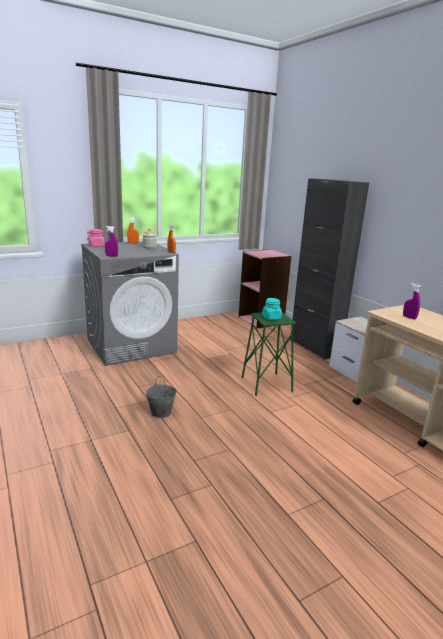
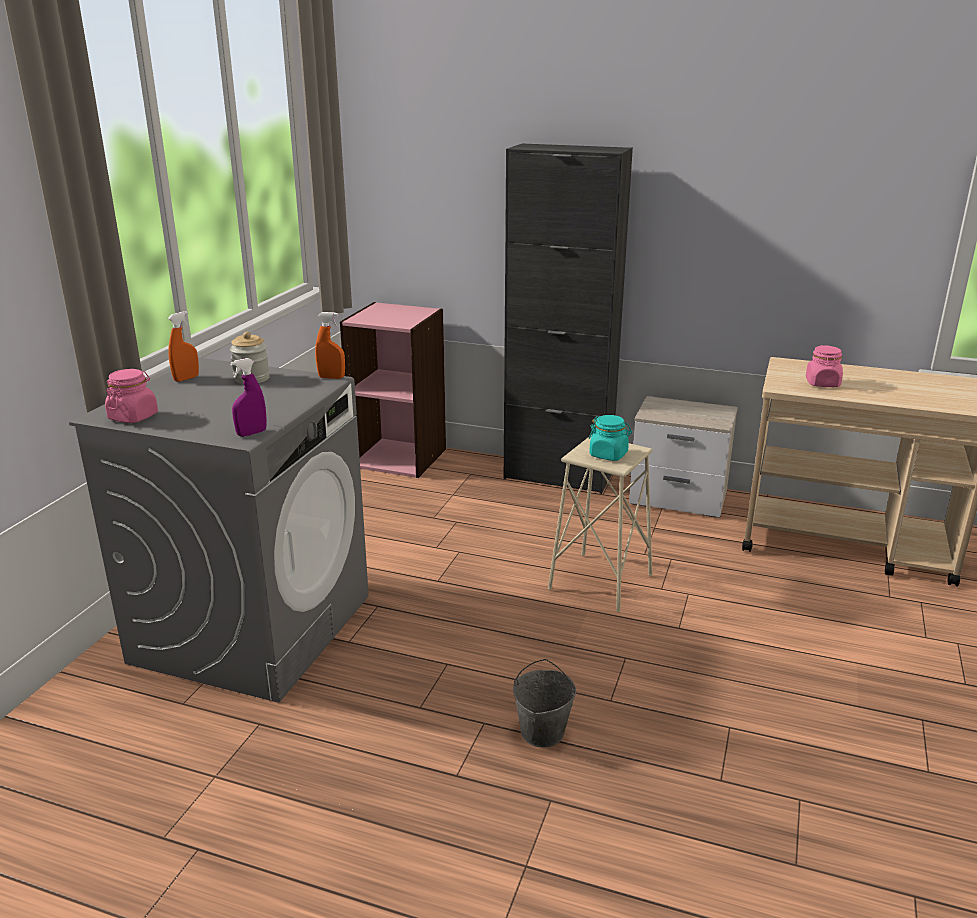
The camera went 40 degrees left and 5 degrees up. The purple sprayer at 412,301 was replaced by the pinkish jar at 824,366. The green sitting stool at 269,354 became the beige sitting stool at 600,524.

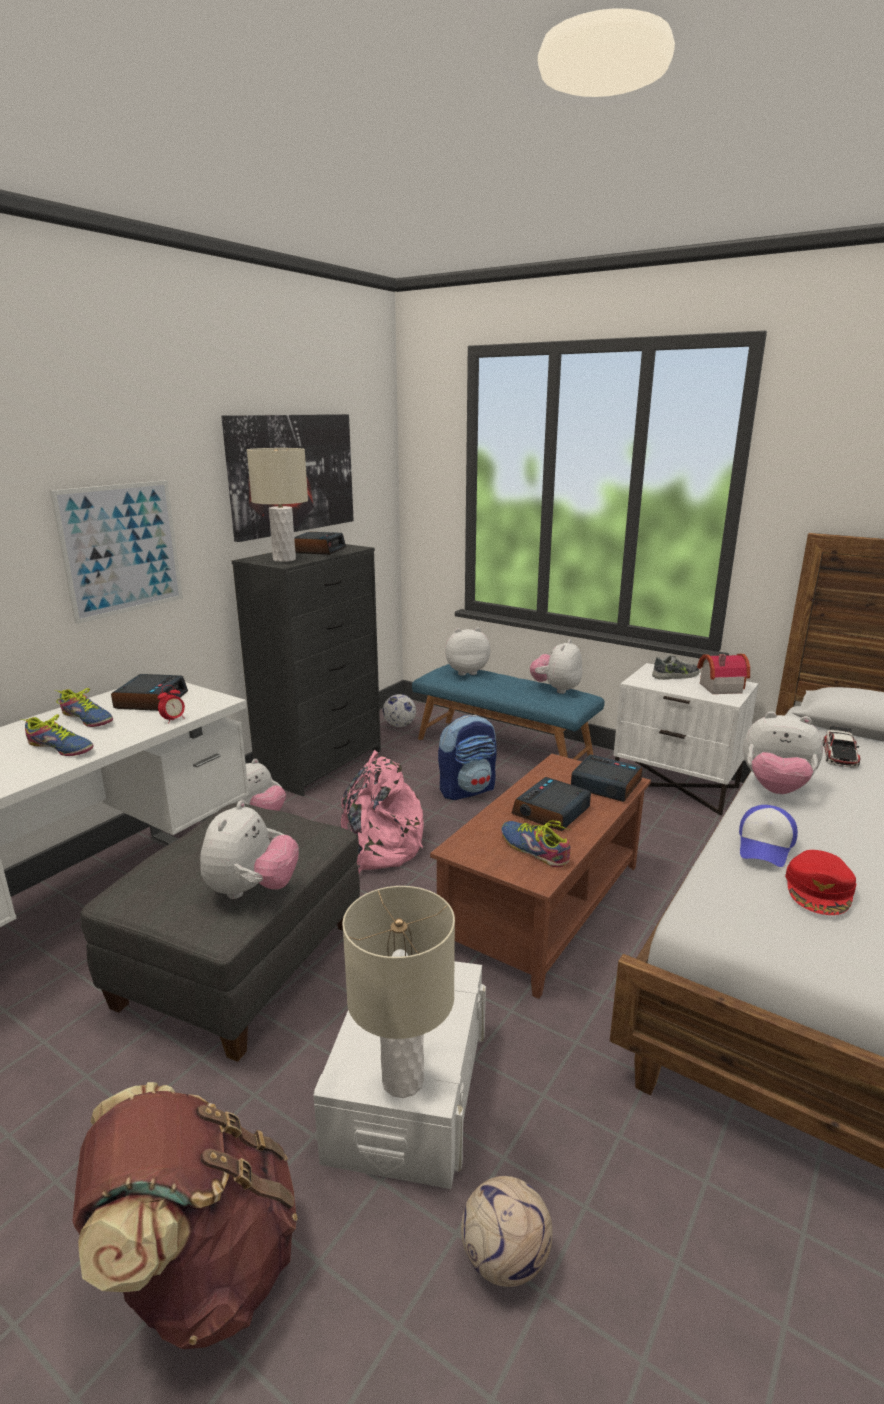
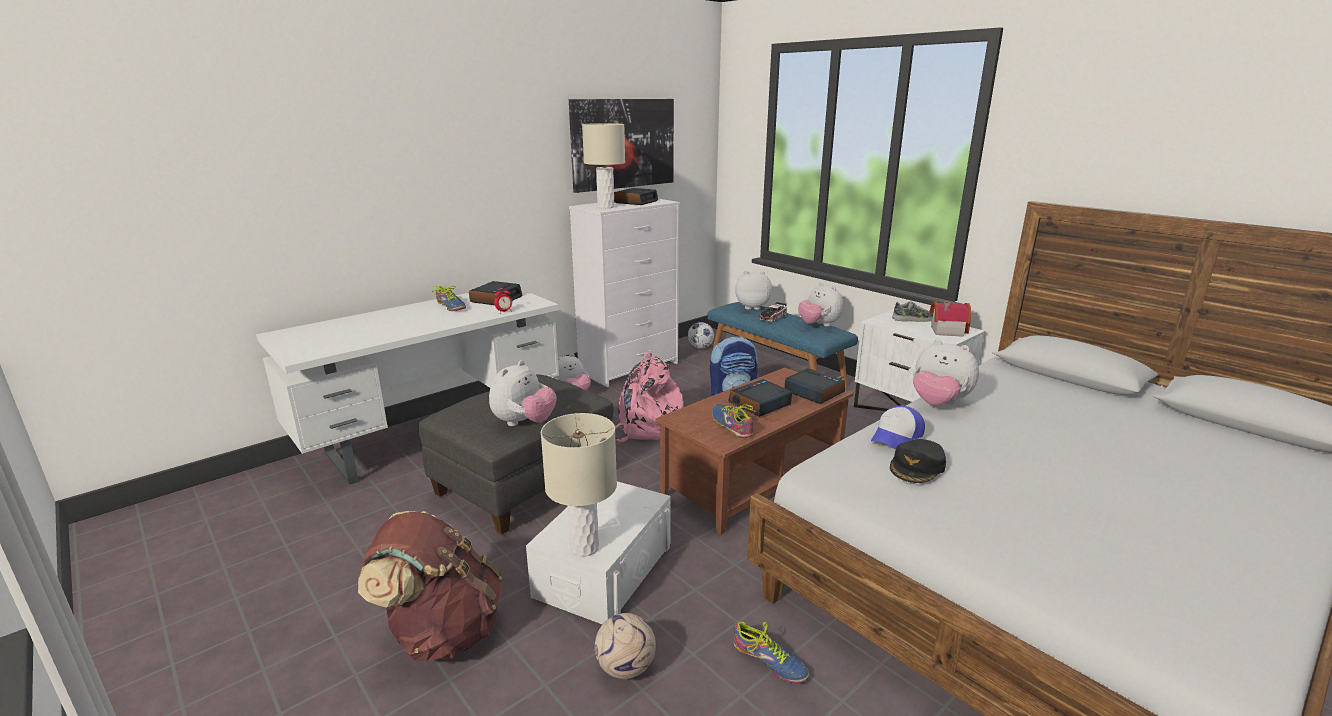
The camera went 15 degrees right and 0 degrees up. The wall picture at 116,552 disappeared. The black drawer chest at 306,670 became the white drawer chest at 624,293. The soft toy at 556,666 turned 75 degrees counterclockwise. The shoe moved from 56,735 to 771,652. The toy car moved from 841,747 to 773,312. The red baseball cap at 820,882 became the black baseball cap at 918,461.

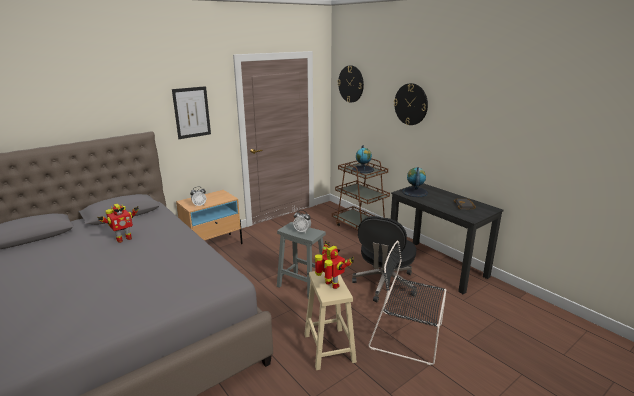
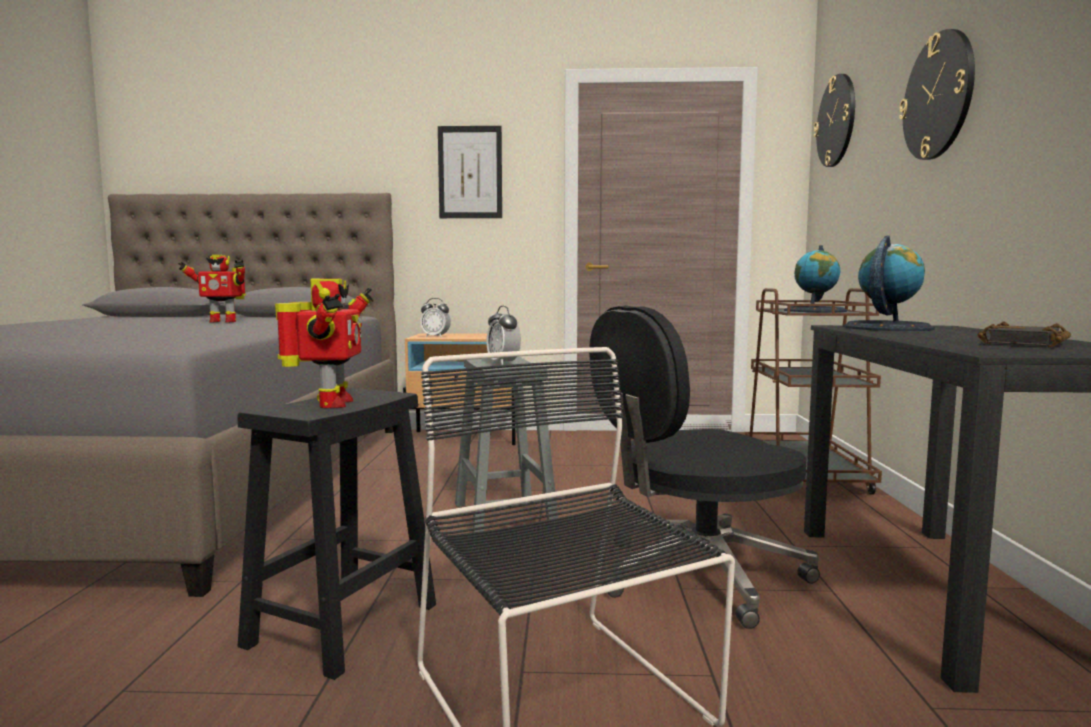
The camera went 40 degrees right and 15 degrees down. The beige sitting stool at 330,320 became the black sitting stool at 337,534.

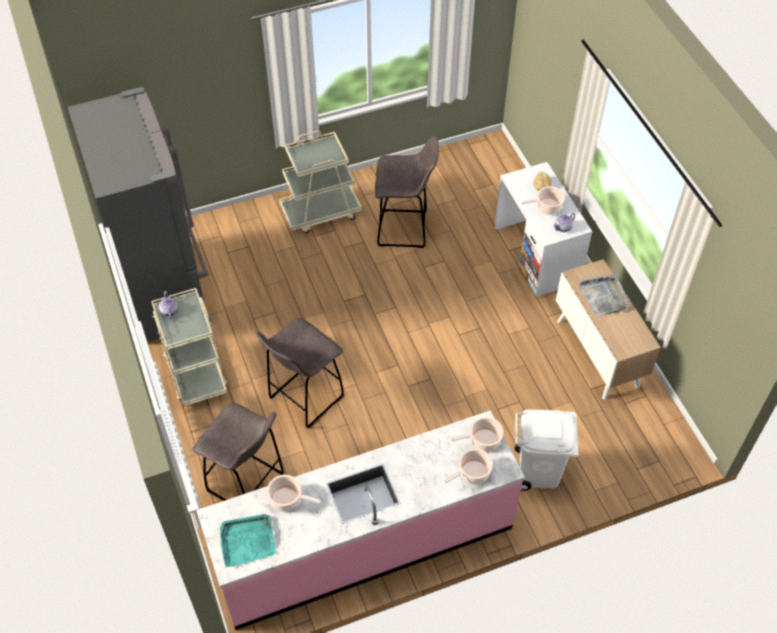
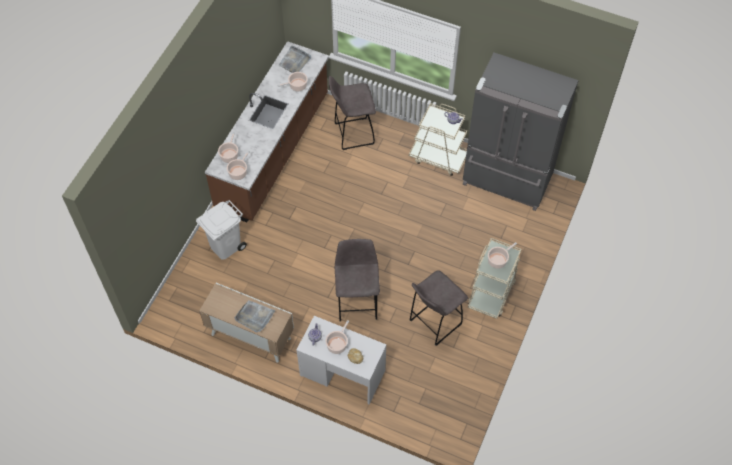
The camera went 135 degrees right and 5 degrees up. The greyish sitting stool moved from 300,373 to 357,280. The pinkish counter at 360,520 became the brownish counter at 267,132. The blue-green serving tray at 248,540 became the greyish serving tray at 294,59. The cooking pot at 502,255 appeared.

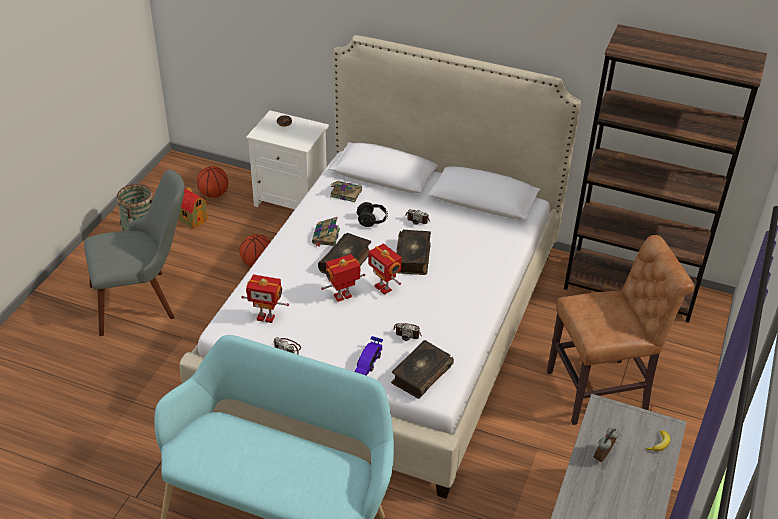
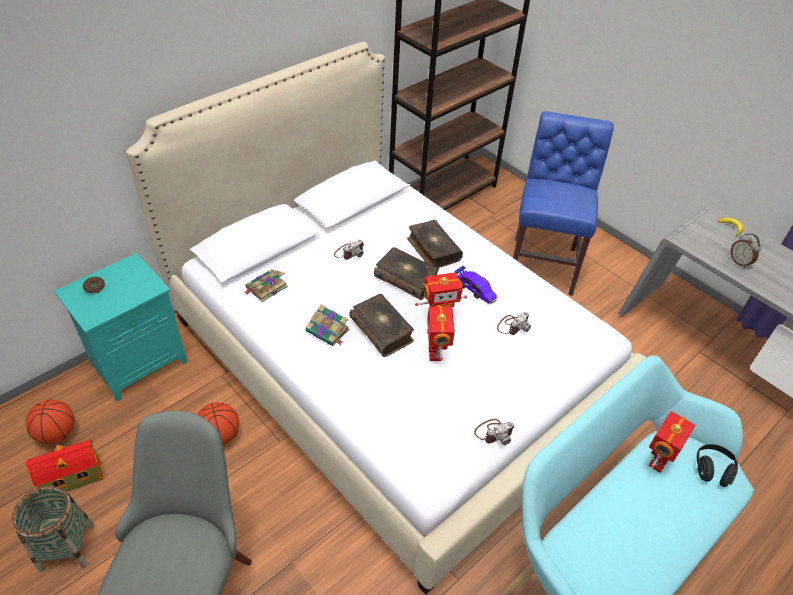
The camera went 65 degrees left and 5 degrees up. The white nightstand at 287,159 became the blue-green nightstand at 120,327. The black pair of headphones moved from 372,214 to 717,465. The brownish plain chair at 621,330 became the blue plain chair at 563,203. The toy robot moved from 265,299 to 672,442. The toy car moved from 369,356 to 476,285. The bound book moved from 422,369 to 435,244.

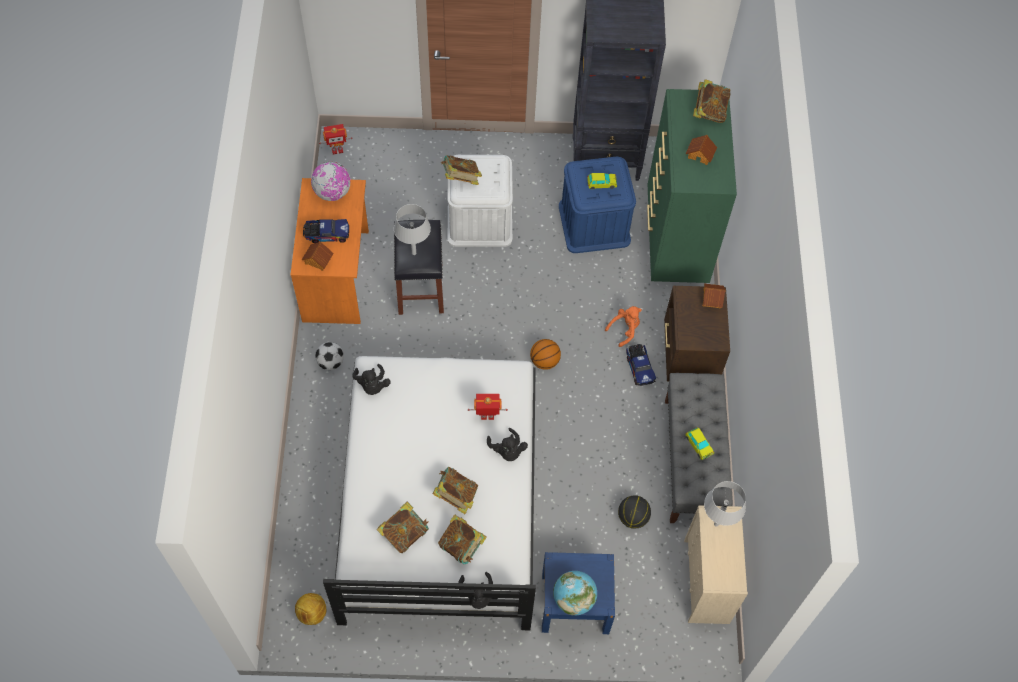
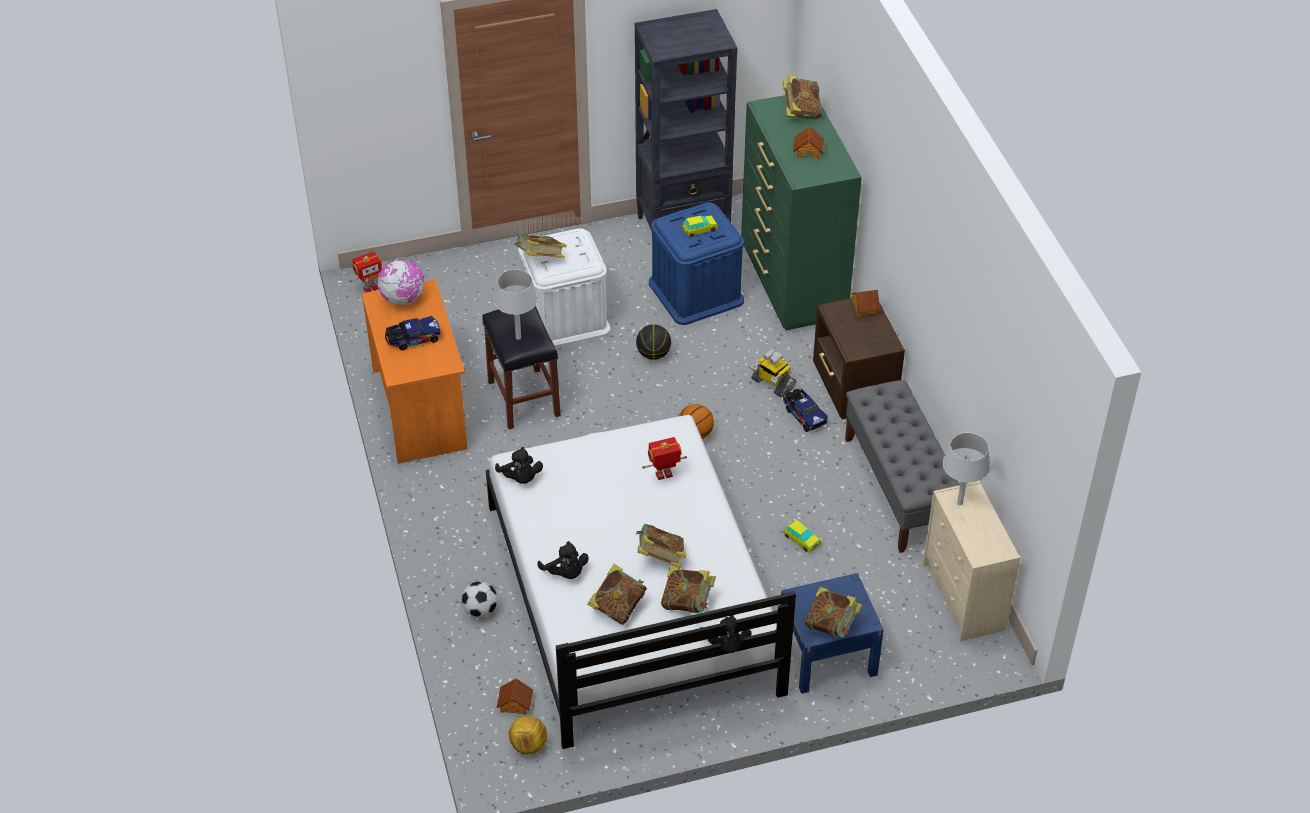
The camera went 15 degrees left and 15 degrees down. The miniature house moved from 318,256 to 515,696. The orangey soft toy at 623,326 was replaced by the toy robot at 773,373. The football ball moved from 329,356 to 479,599. The toy car moved from 699,443 to 802,536. The black soft toy moved from 507,444 to 563,560. The ball for basketball moved from 634,512 to 653,342. The world globe at 575,593 was replaced by the bound book at 833,612.

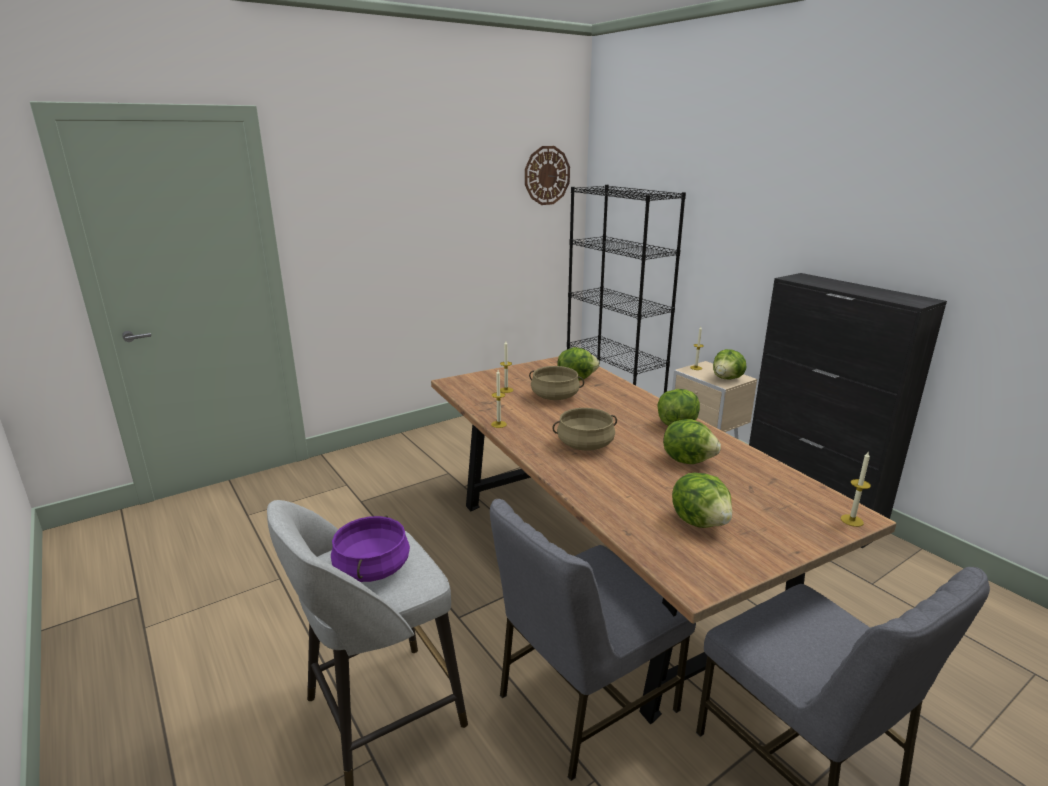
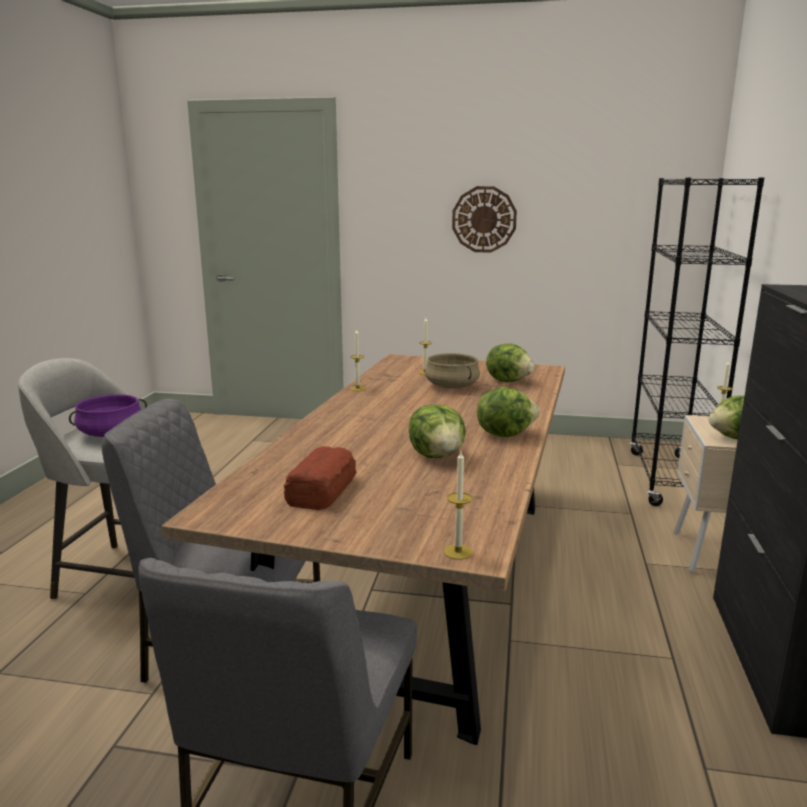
The camera went 45 degrees right and 5 degrees down. The hanging clock moved from 547,175 to 484,219. The beige cooking pot at 584,429 disappeared. The head of lettuce at 702,500 was replaced by the baked bread at 320,478.

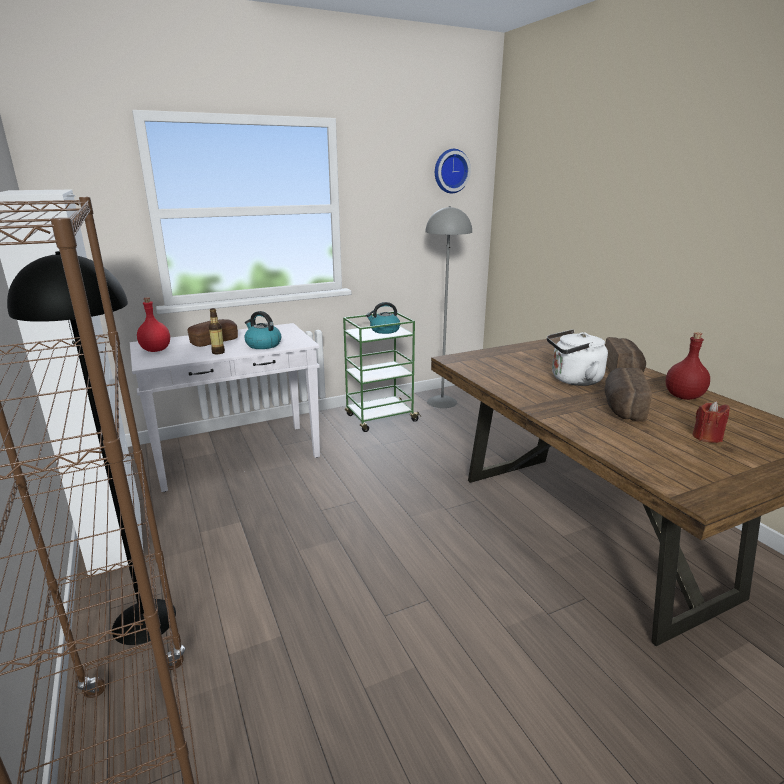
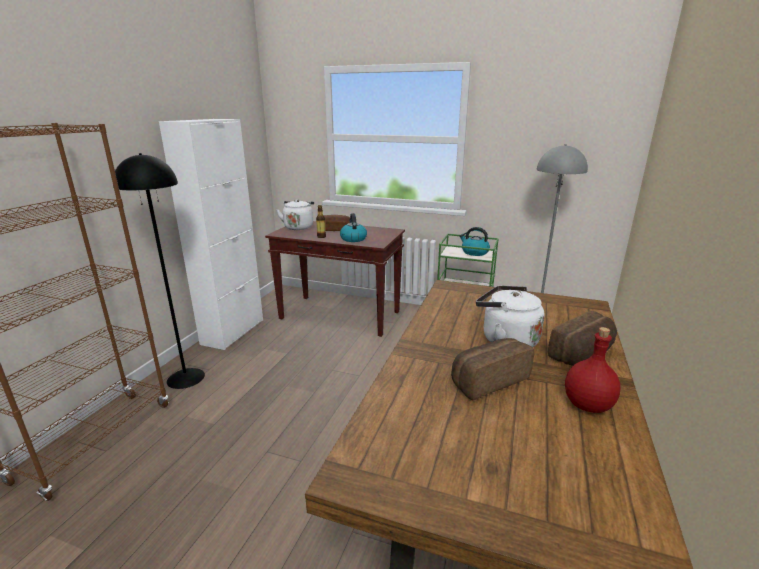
The camera went 45 degrees right and 0 degrees up. The hanging clock at 453,171 disappeared. The red beverage bottle at 153,324 was replaced by the white tea kettle at 295,214. The white hall table at 225,407 became the brownish hall table at 335,279. The red candle at 711,422 disappeared.

